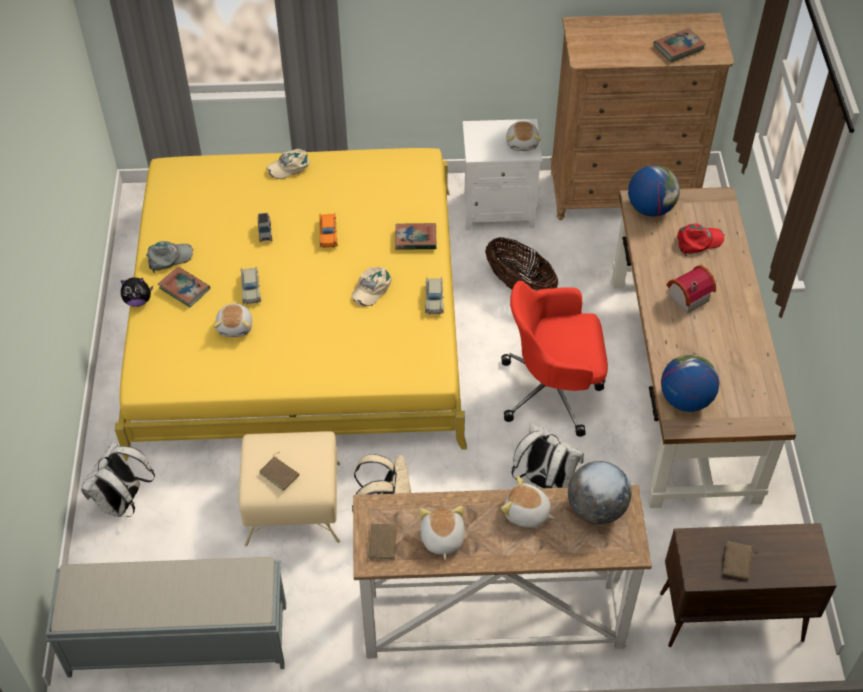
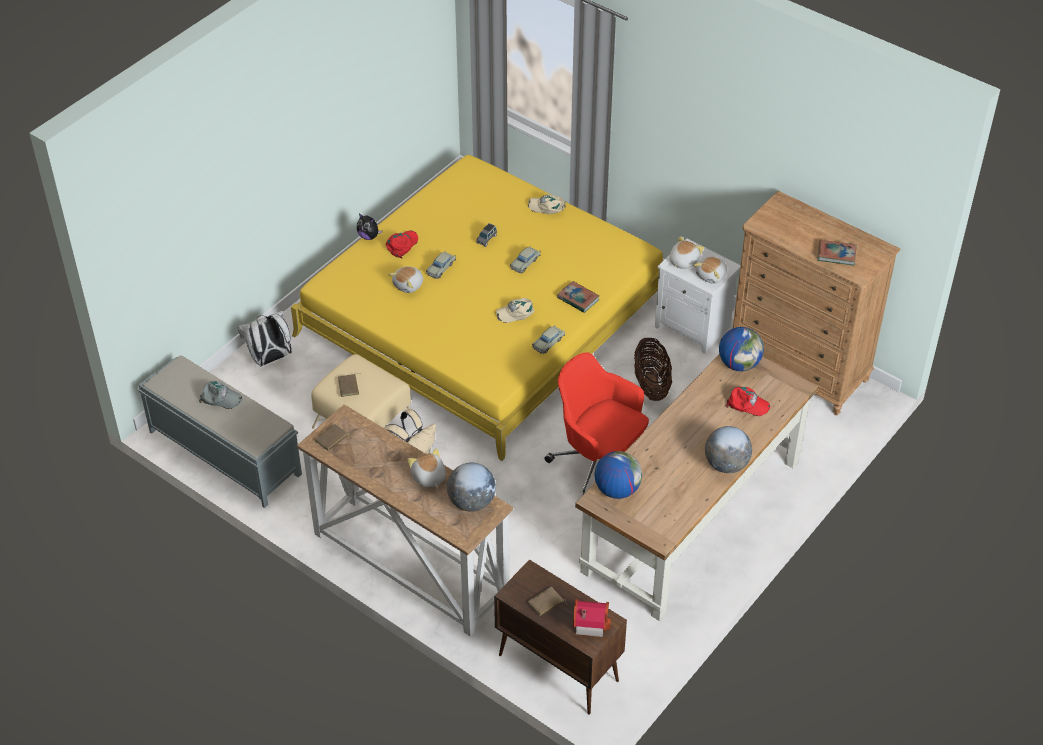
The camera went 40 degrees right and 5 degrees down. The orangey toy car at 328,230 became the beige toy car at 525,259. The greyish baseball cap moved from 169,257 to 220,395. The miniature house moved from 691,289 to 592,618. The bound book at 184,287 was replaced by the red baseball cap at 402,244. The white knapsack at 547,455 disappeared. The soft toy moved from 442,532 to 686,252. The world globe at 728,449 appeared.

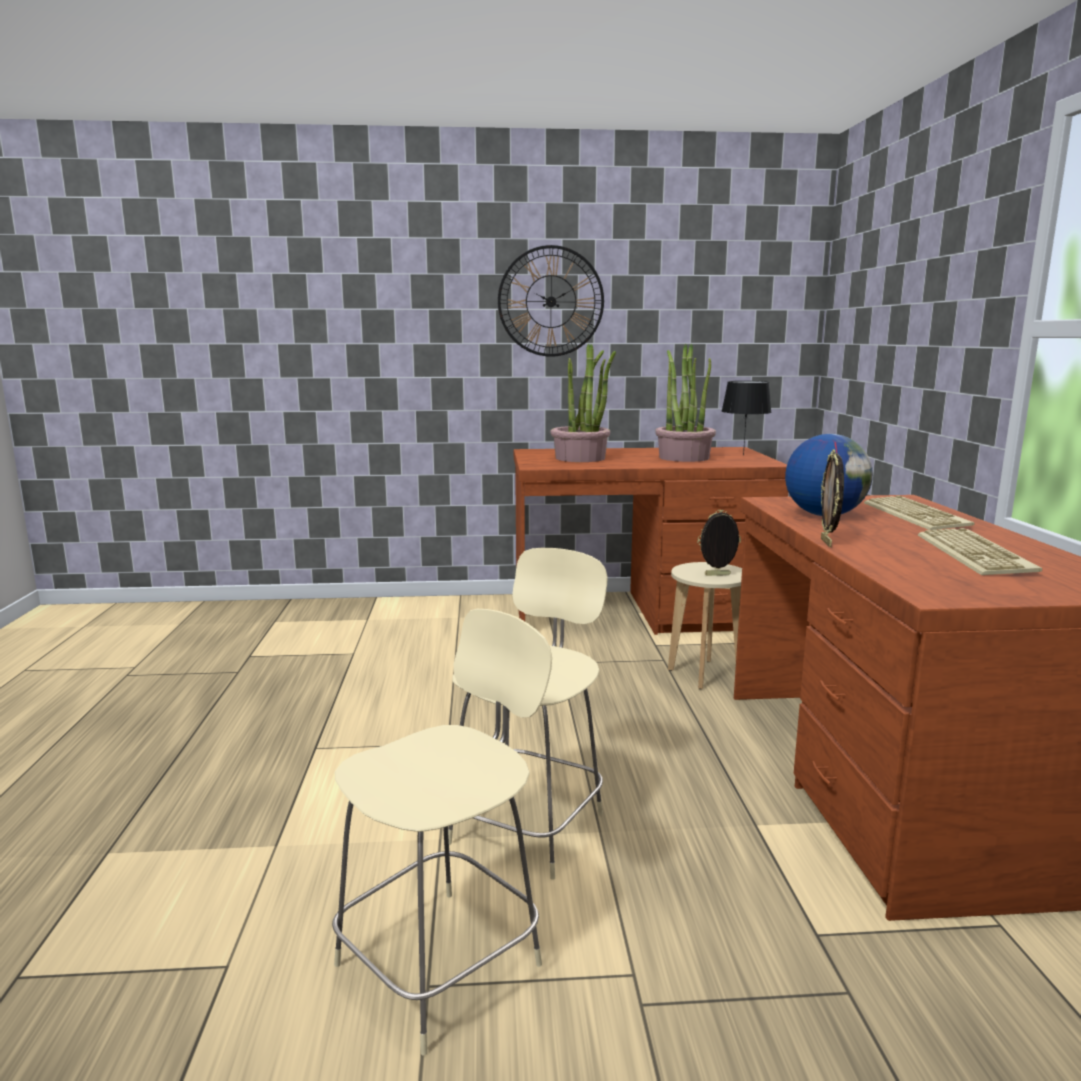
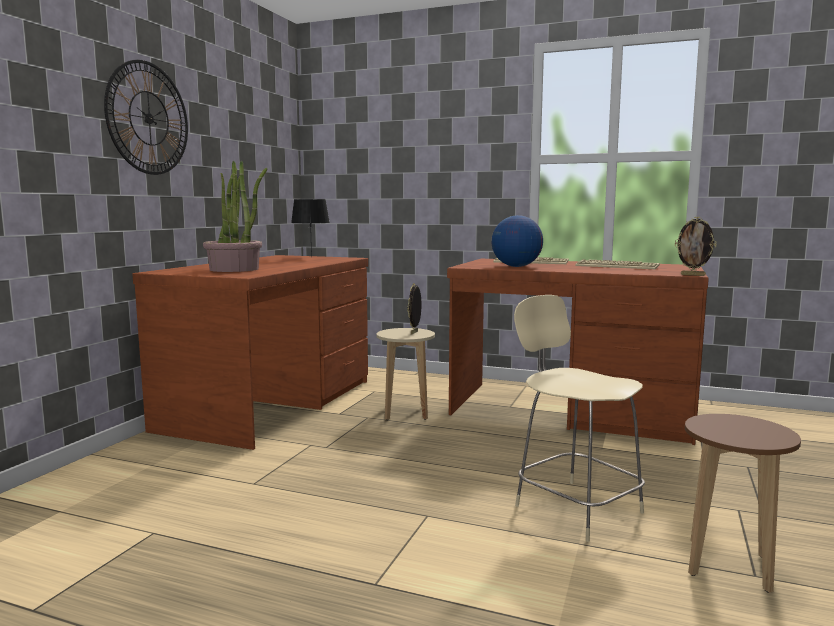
The camera went 65 degrees left and 5 degrees down. The plant in a pot at 685,403 disappeared. The photo frame moved from 832,498 to 696,246. The beige plain chair at 442,832 was replaced by the brownish sitting stool at 743,503.

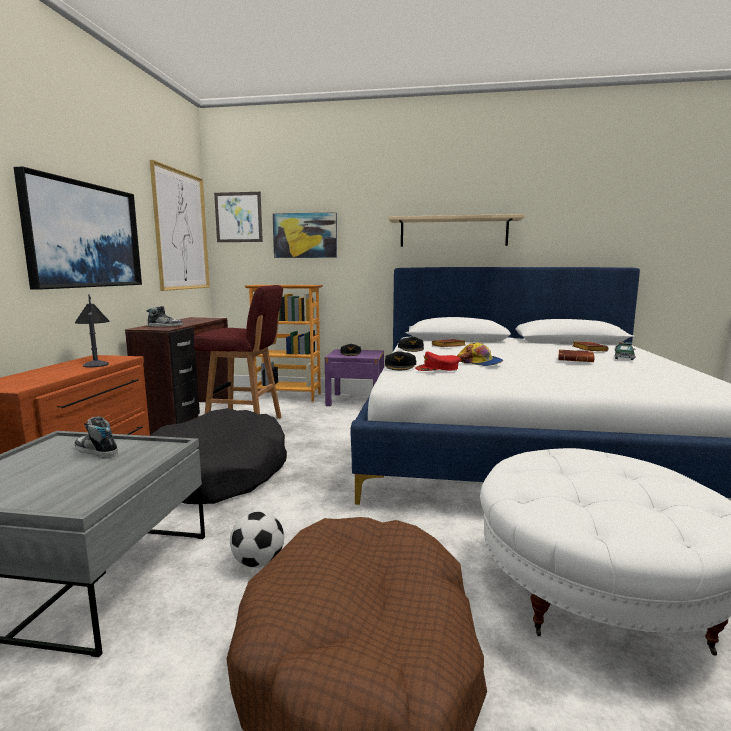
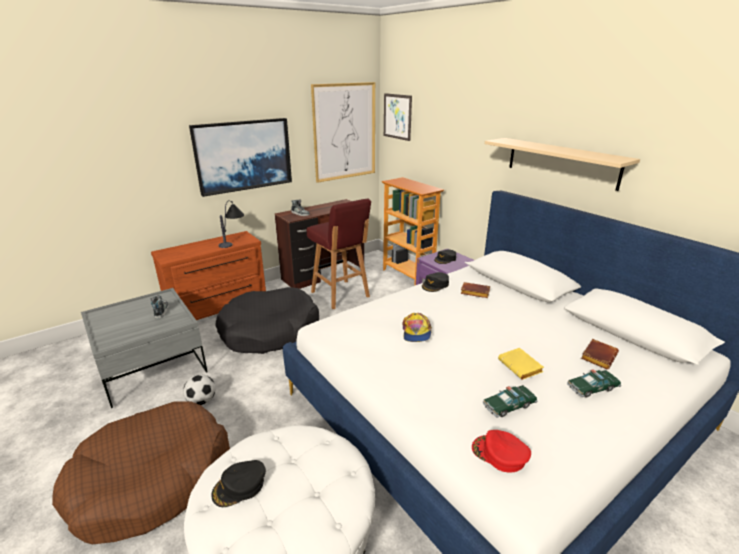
The camera went 45 degrees right and 15 degrees up. The wall picture at 304,235 disappeared. The brownish bound book at 576,356 became the yellow-coloured bound book at 521,364. The black baseball cap moved from 400,360 to 238,483. The red baseball cap moved from 438,361 to 501,451. The toy car at 510,401 appeared.

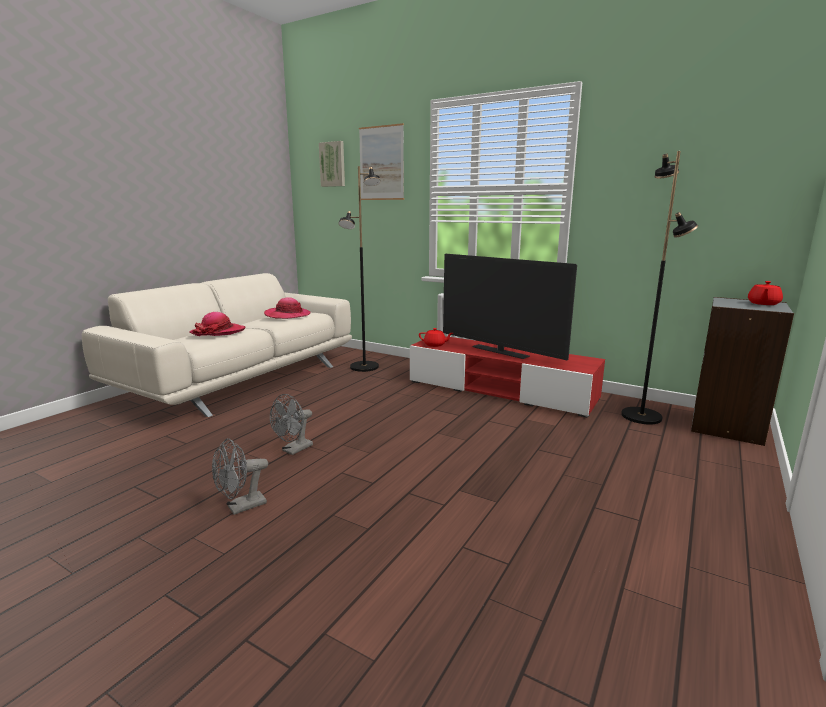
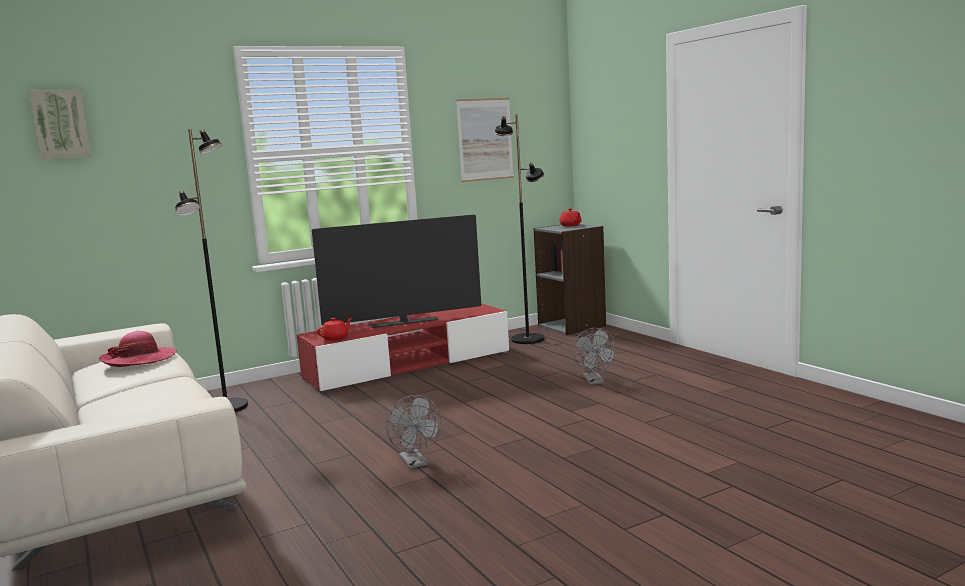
The camera went 60 degrees left and 5 degrees down. The wall picture moved from 381,161 to 485,140. The hat at 217,324 disappeared. The greyish cooling fan moved from 240,476 to 595,356.

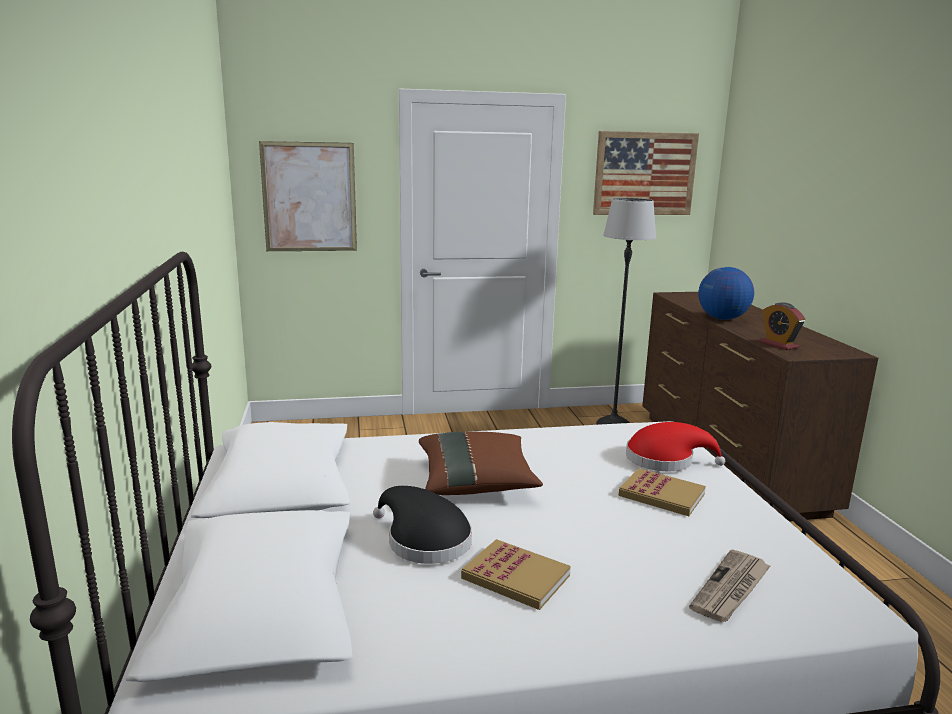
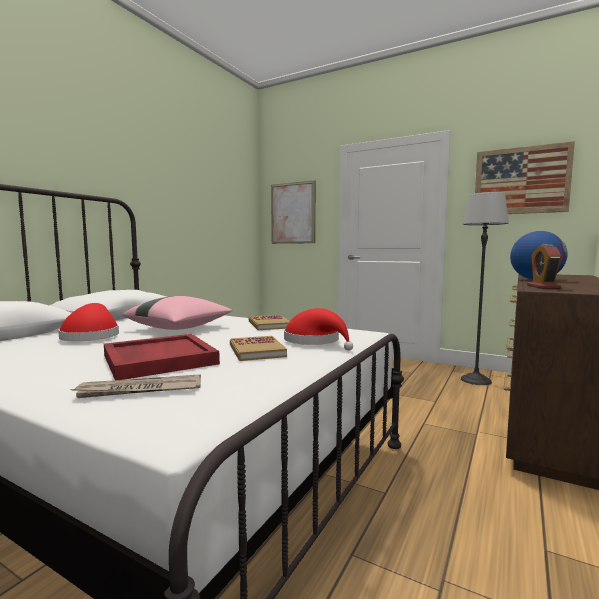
The camera went 40 degrees right and 10 degrees down. The brownish pillow at 481,463 became the pinkish pillow at 177,313. The black hat at 422,525 became the red hat at 88,322. The bound book moved from 516,574 to 269,322. The red serving tray at 162,357 appeared.

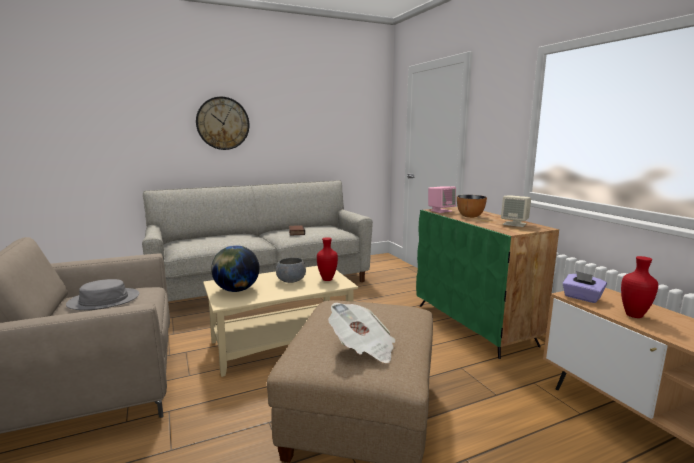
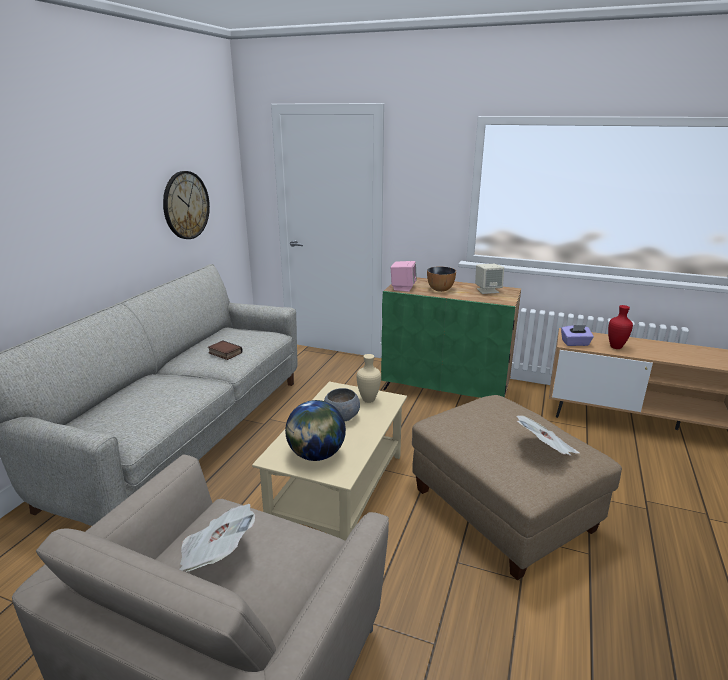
The camera went 45 degrees left and 10 degrees up. The hanging clock moved from 223,123 to 186,205. The red decorative vase at 327,259 became the beige decorative vase at 369,378. The greyish hat at 102,294 was replaced by the daily paper at 217,538.

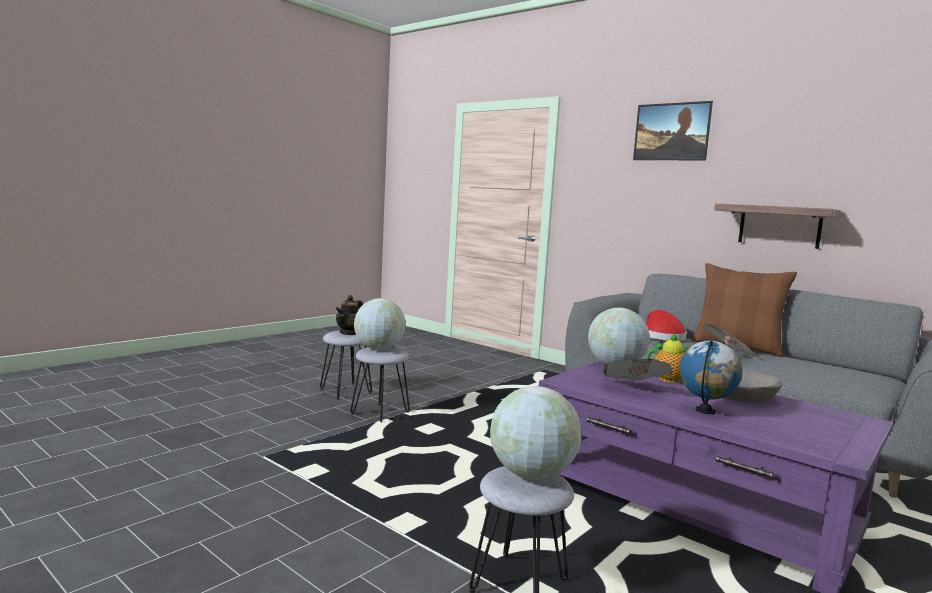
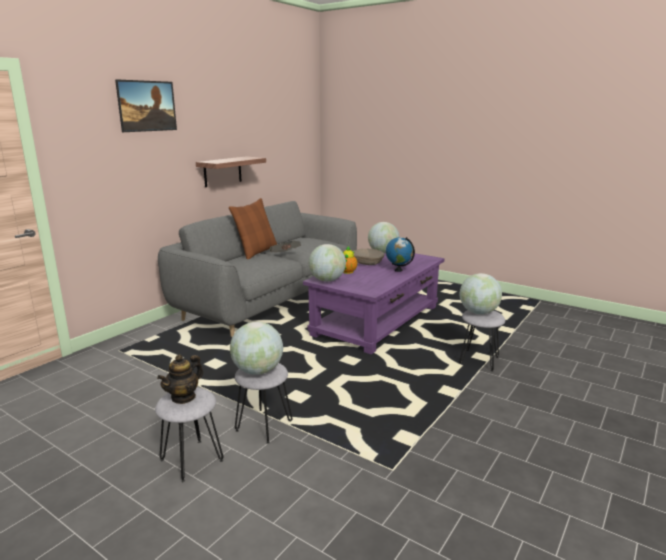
The camera went 95 degrees left and 10 degrees up. The tea pot at 349,315 turned 105 degrees clockwise. The red hat at 666,325 disappeared. The daily paper at 637,369 disappeared. The world globe at 383,237 appeared.

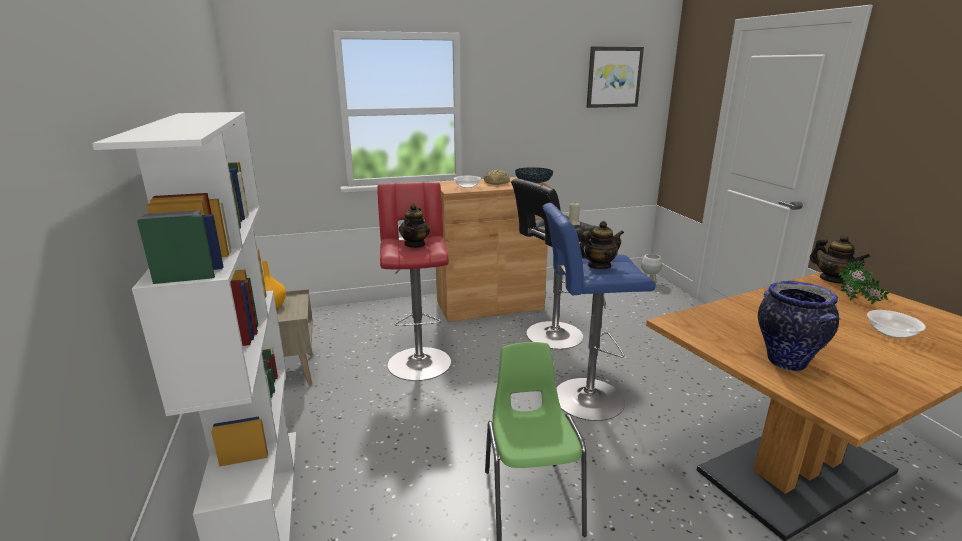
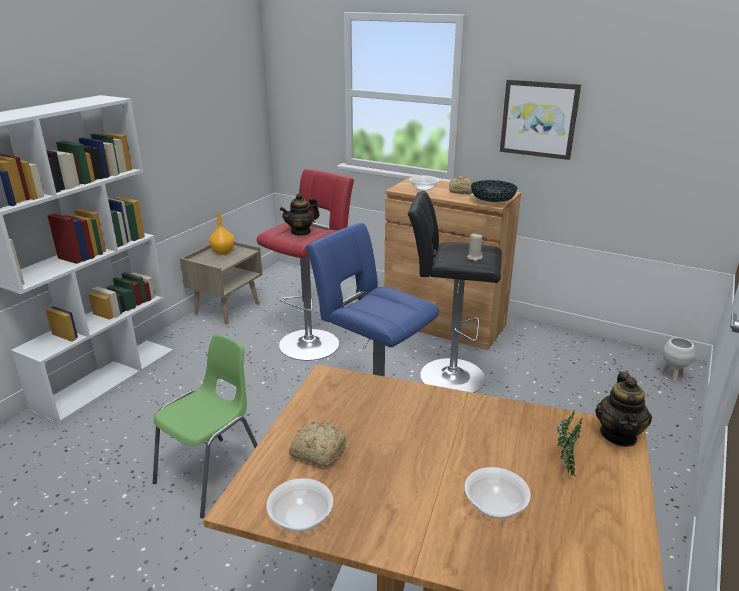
The camera went 45 degrees right and 5 degrees up. The wall picture moved from 615,77 to 540,120. The tea pot at 602,245 disappeared. The decorative vase at 798,326 was replaced by the baked bread at 317,444. The deep dish at 299,505 appeared.

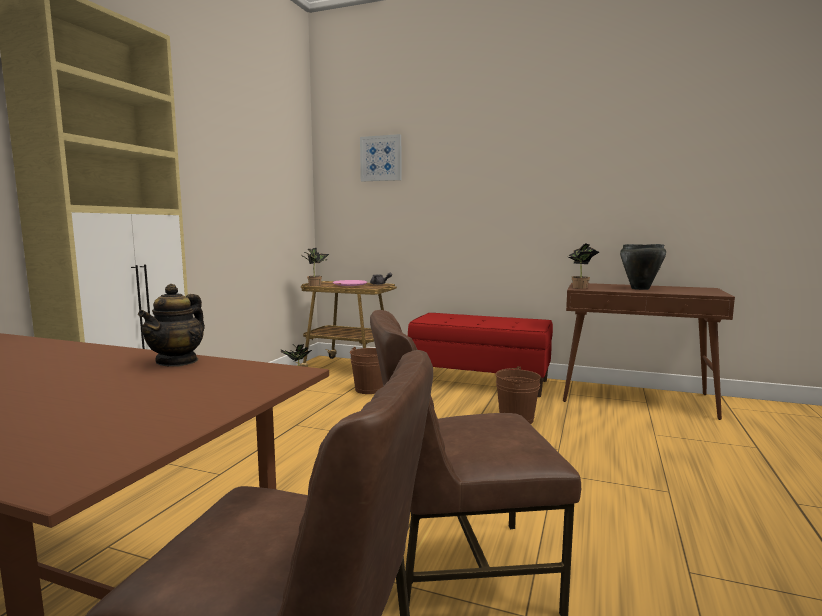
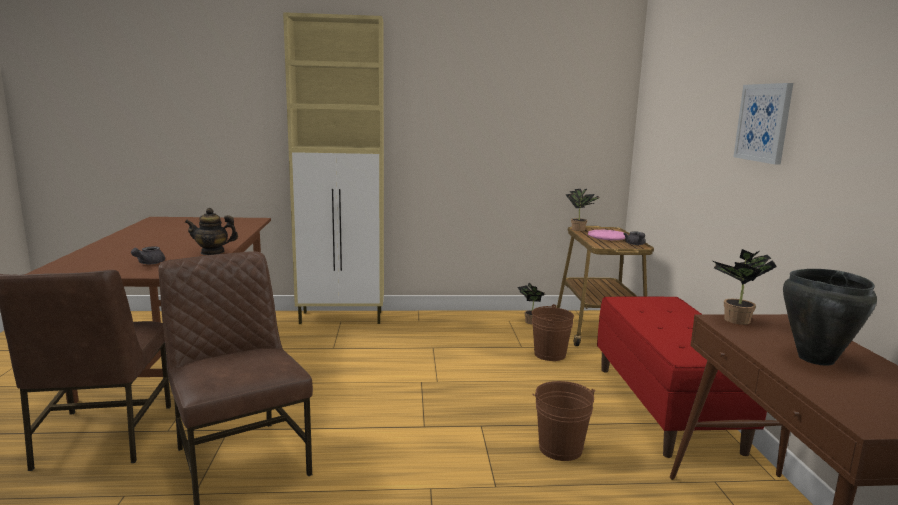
The camera went 65 degrees right and 5 degrees up. The wall picture moved from 380,157 to 763,124. The greyish tea pot at 148,255 appeared.

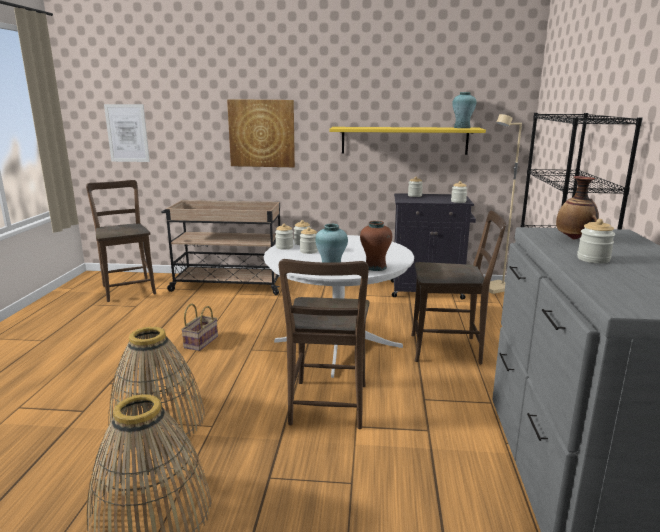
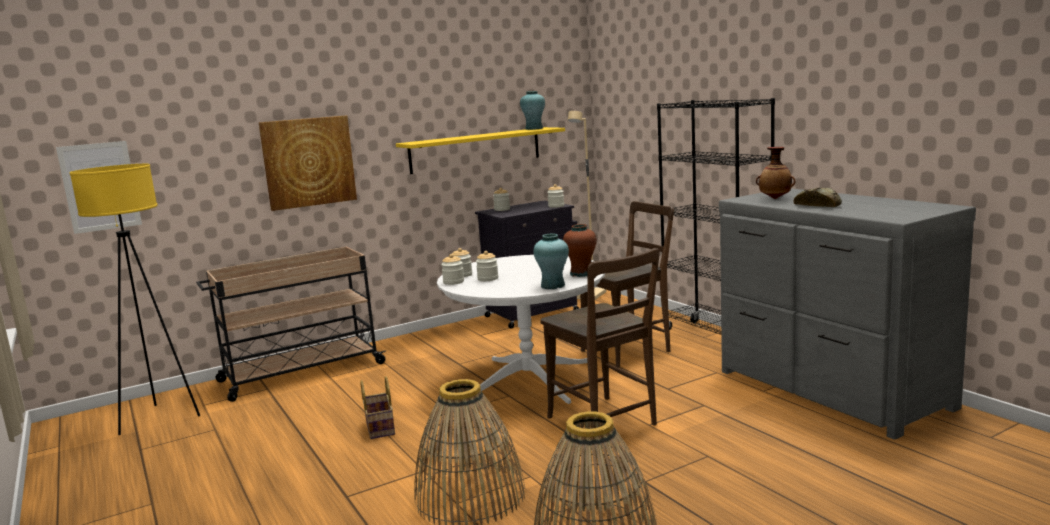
The camera went 35 degrees left and 5 degrees down. The brownish plain chair at 121,241 was replaced by the yellow-coloured floor lamp at 135,299. The jar at 596,241 was replaced by the baked bread at 817,197.

